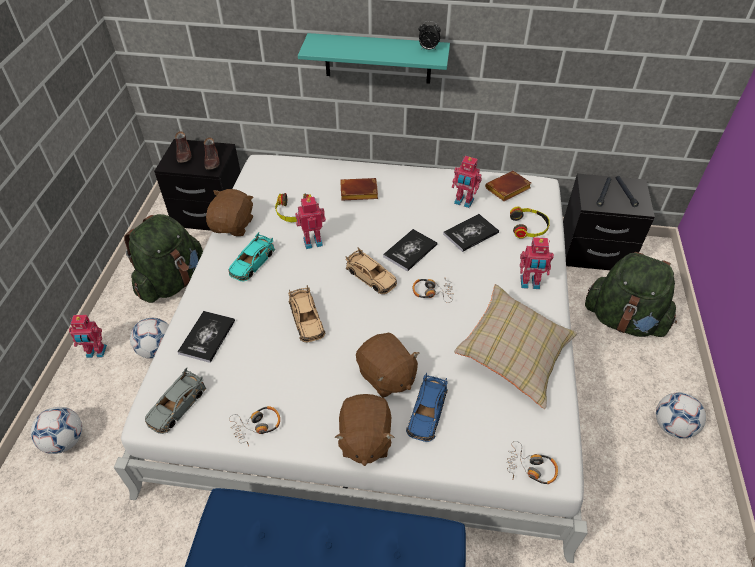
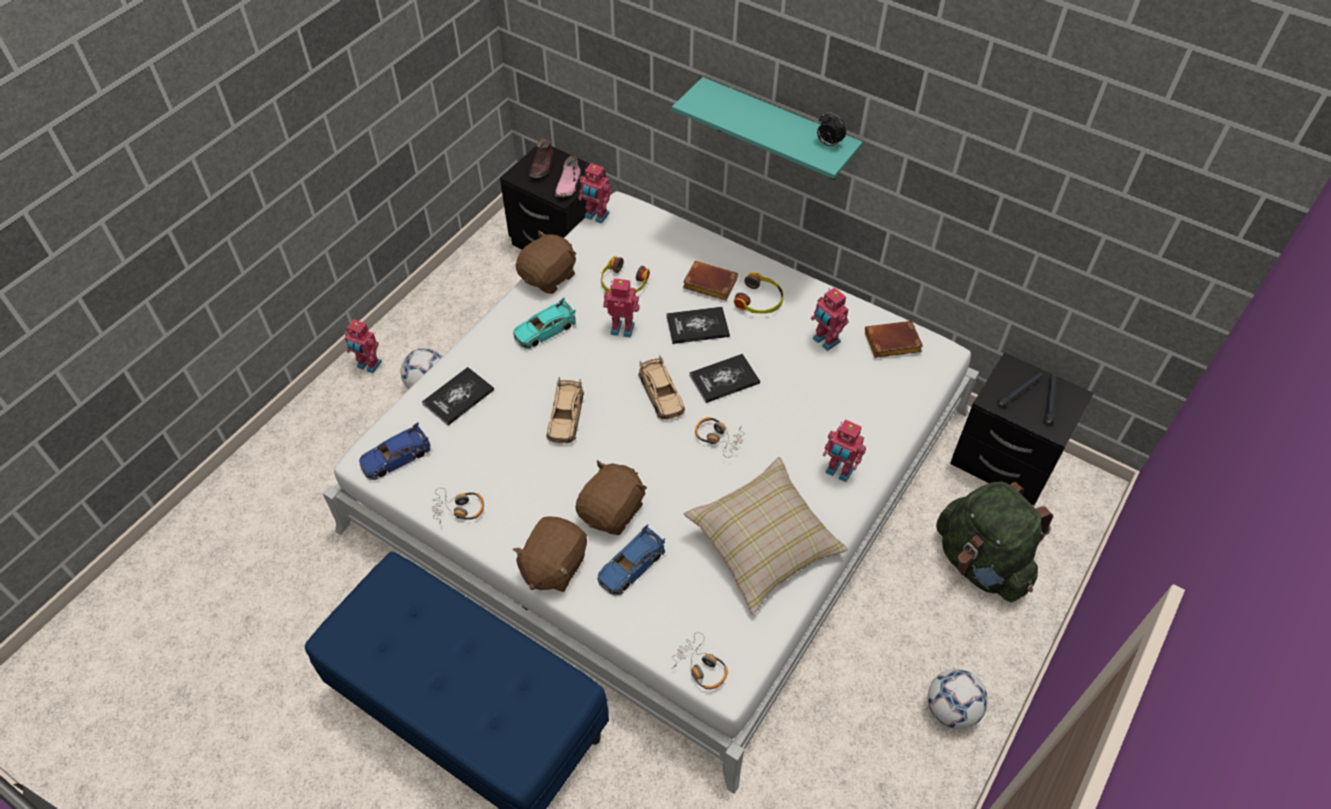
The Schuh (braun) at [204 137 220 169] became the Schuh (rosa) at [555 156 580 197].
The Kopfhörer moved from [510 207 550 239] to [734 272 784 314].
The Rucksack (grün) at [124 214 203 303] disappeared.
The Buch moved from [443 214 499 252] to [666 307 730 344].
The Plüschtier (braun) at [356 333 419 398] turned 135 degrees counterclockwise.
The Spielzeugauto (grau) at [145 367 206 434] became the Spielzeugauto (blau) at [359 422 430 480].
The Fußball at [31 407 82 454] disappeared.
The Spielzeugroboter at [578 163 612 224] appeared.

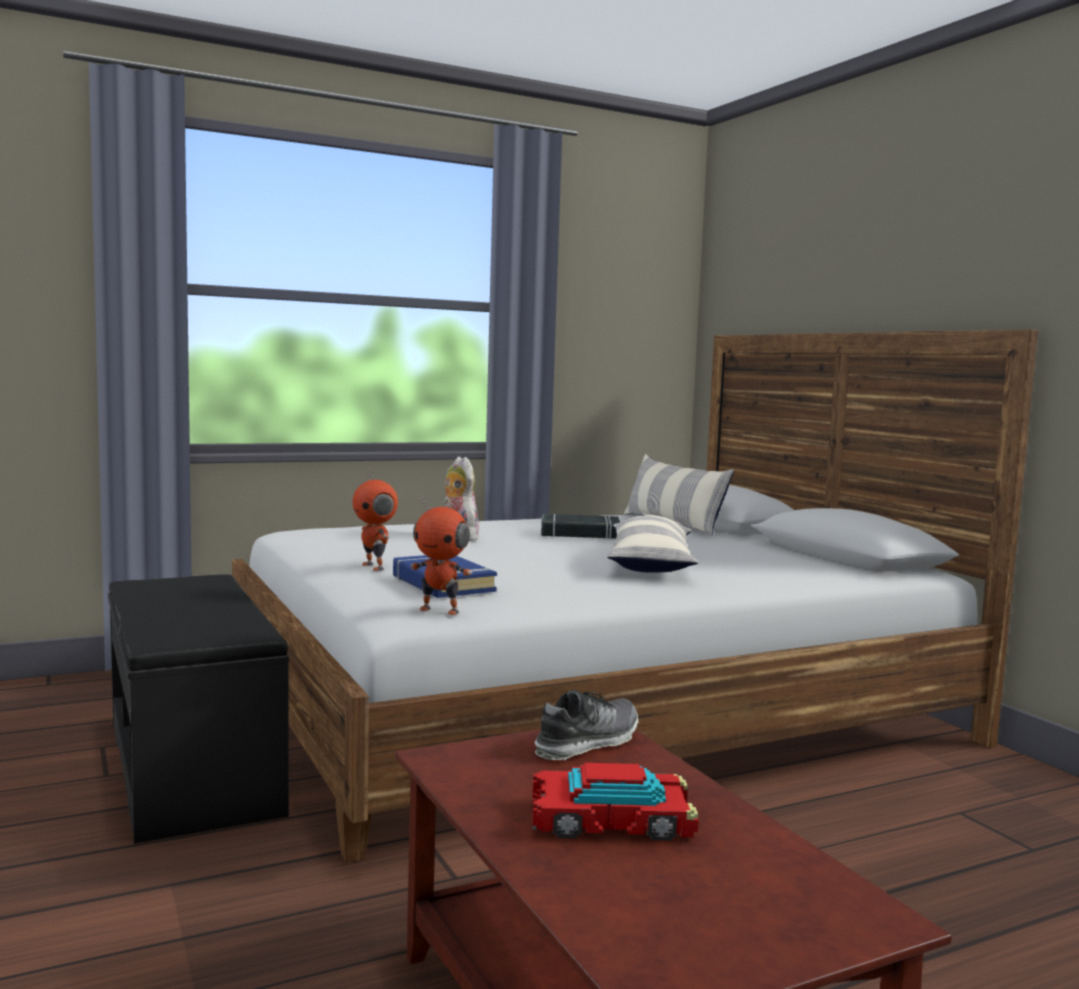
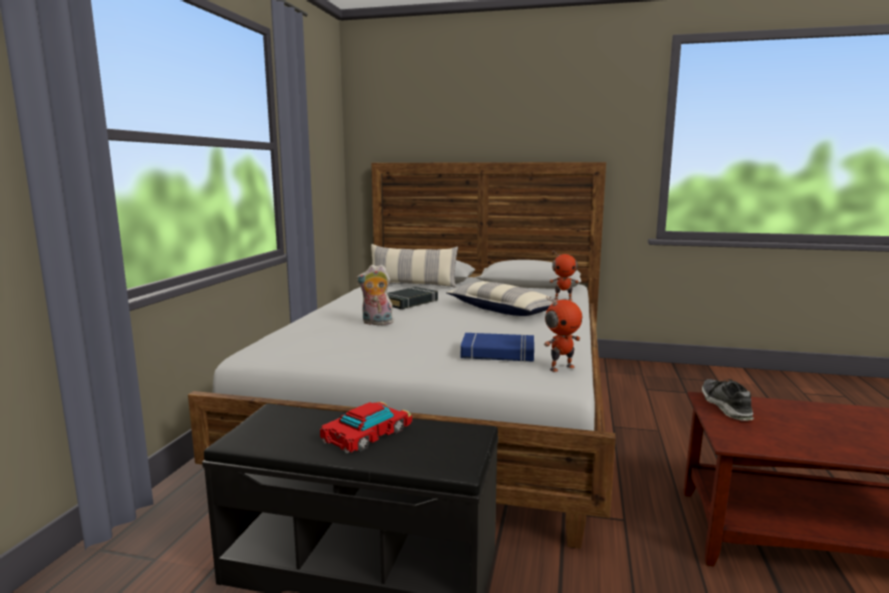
The Spielzeugroboter moved from [352 470 398 571] to [549 251 579 301].
The Spielzeugauto moved from [532 763 699 841] to [320 402 412 454].

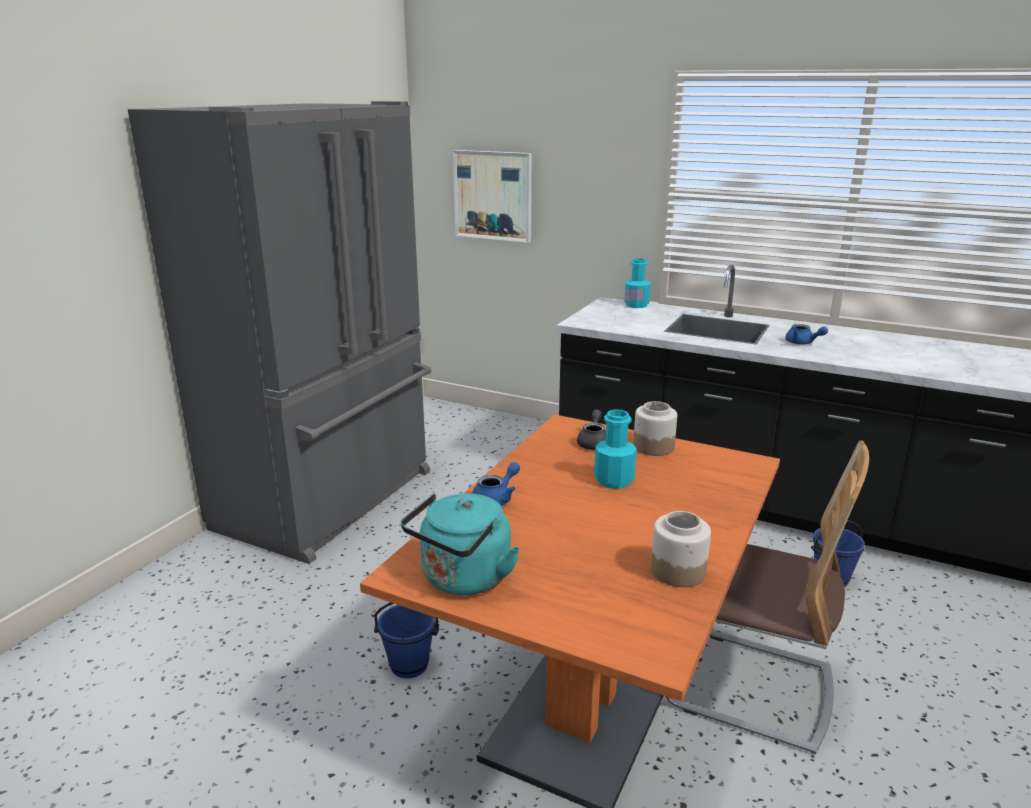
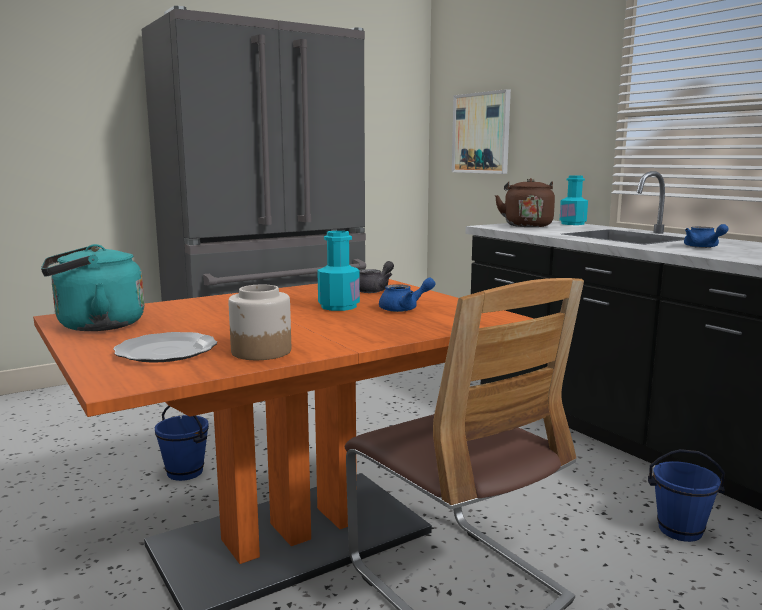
The Vorratsglas at [633 401 677 456] disappeared.
The Teekanne (blau) moved from [472 462 520 506] to [379 278 435 312].
The Wasserkessel (braun) at [495 178 555 227] appeared.
The Teller at [113 332 217 362] appeared.

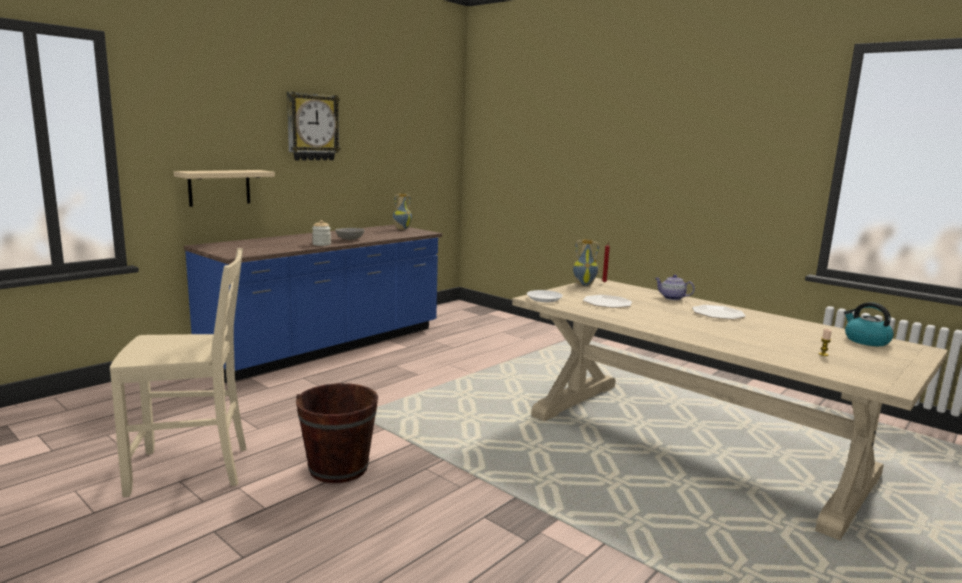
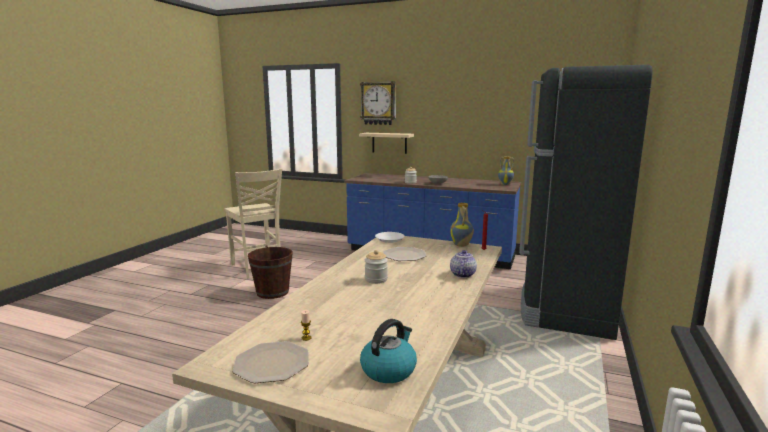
The Wanduhr moved from [287 92 341 160] to [360 81 396 125].
The Teller moved from [692 305 746 320] to [232 341 309 383].
The Kühlschrank (schwarz) at [519 65 652 340] appeared.
The Vorratsglas at [365 250 388 284] appeared.

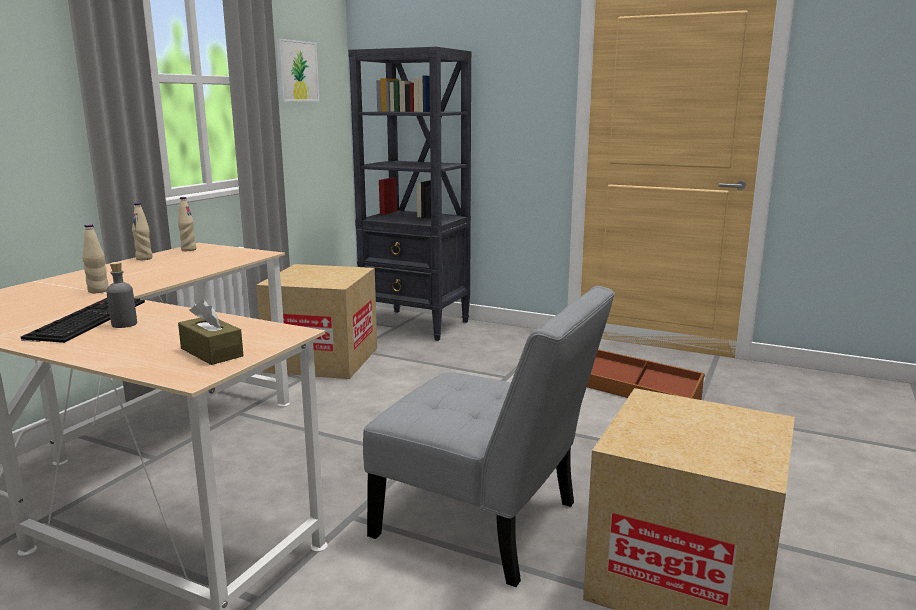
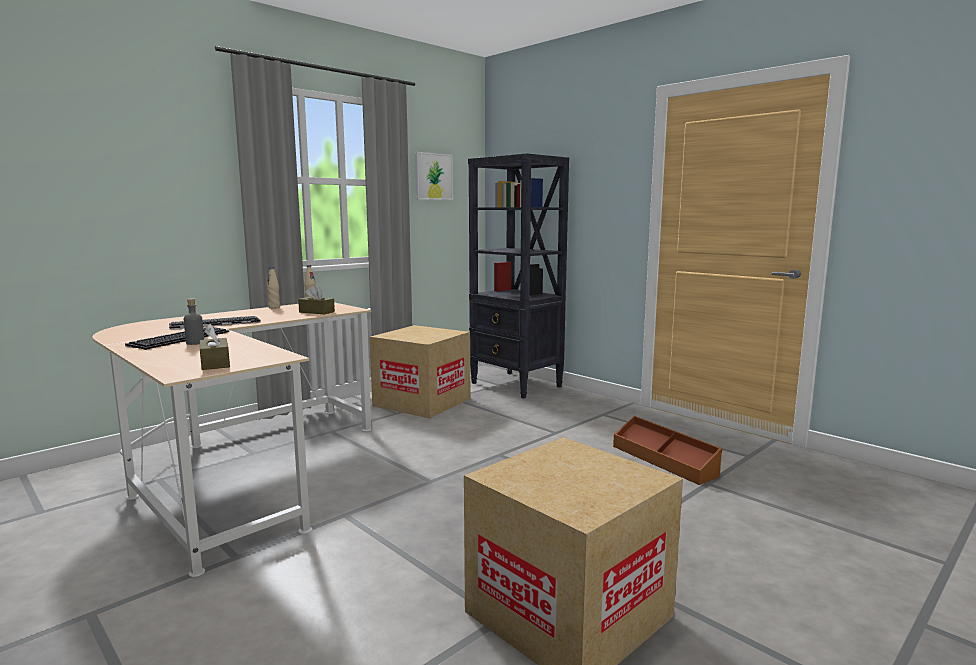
The Flasche (beige) at [83 224 108 293] was replaced by the Tastatur at [169 316 261 330].
The Stuhl (grau) at [363 286 615 587] disappeared.
The Taschentuchbox (braun) at [298 286 335 314] appeared.

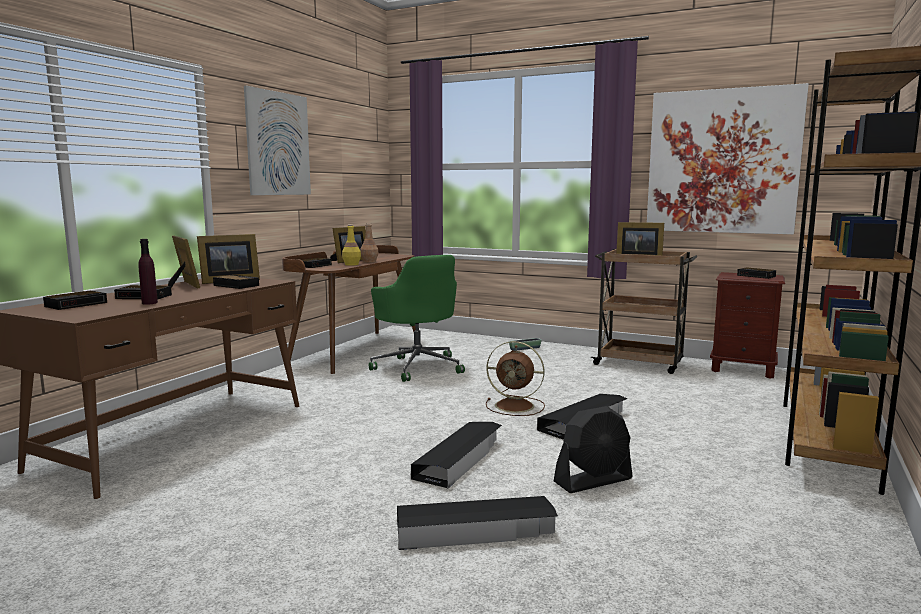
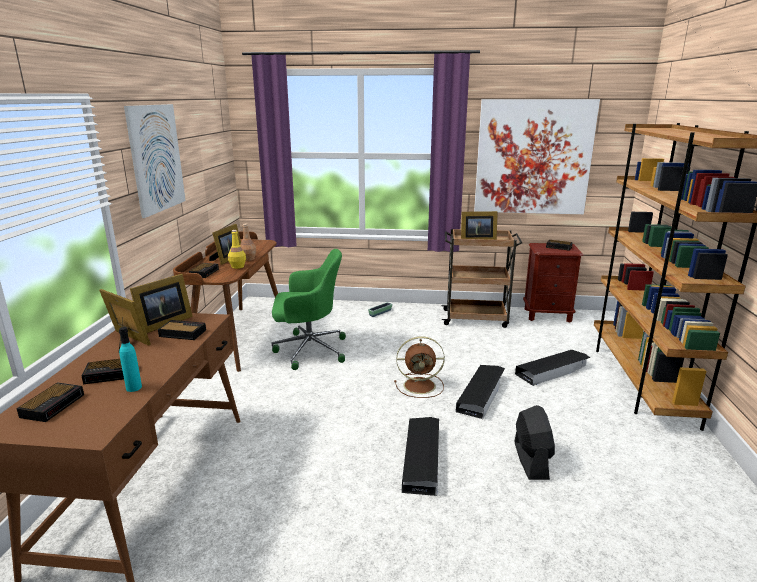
The Flasche (lila) at [138 239 158 305] became the Flasche (türkis) at [119 327 142 392].
The Bürostuhl (grün) at [369 255 465 382] turned 45 degrees counterclockwise.
The Ventilator (schwarz) at [554 406 633 493] turned 45 degrees counterclockwise.
The Aufbewahrungsbox (schwarz) moved from [397 496 558 550] to [515 350 590 386].

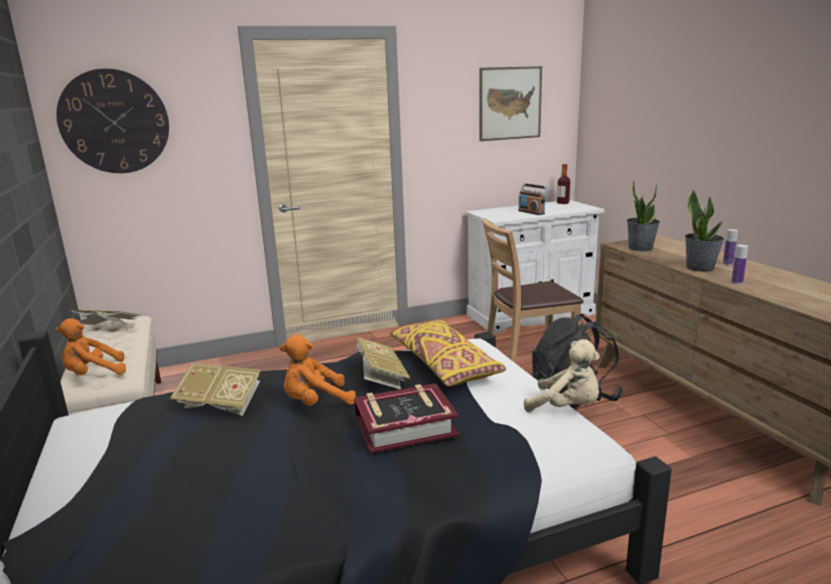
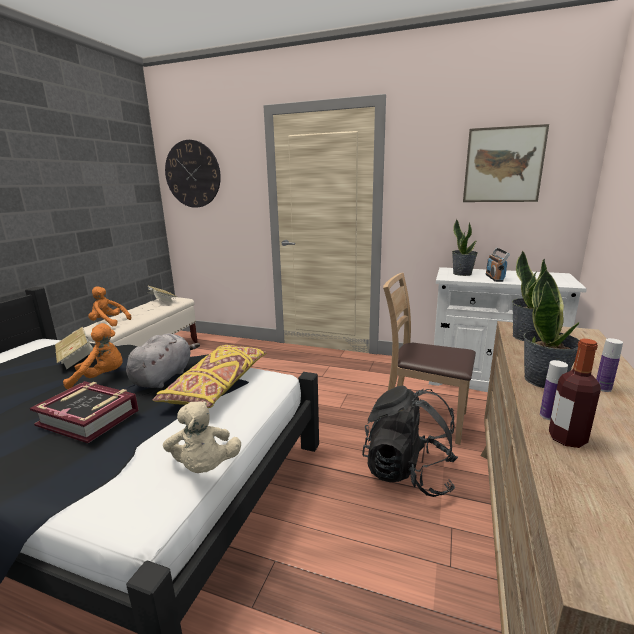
The Flasche moved from [557 164 570 204] to [549 339 601 448].
The Plüschtier (orange) at [279 335 356 406] turned 150 degrees clockwise.
The Buch at [356 336 410 389] was replaced by the Plüschtier (grau) at [126 333 200 388].
The Topfpflanze at [452 219 478 276] appeared.

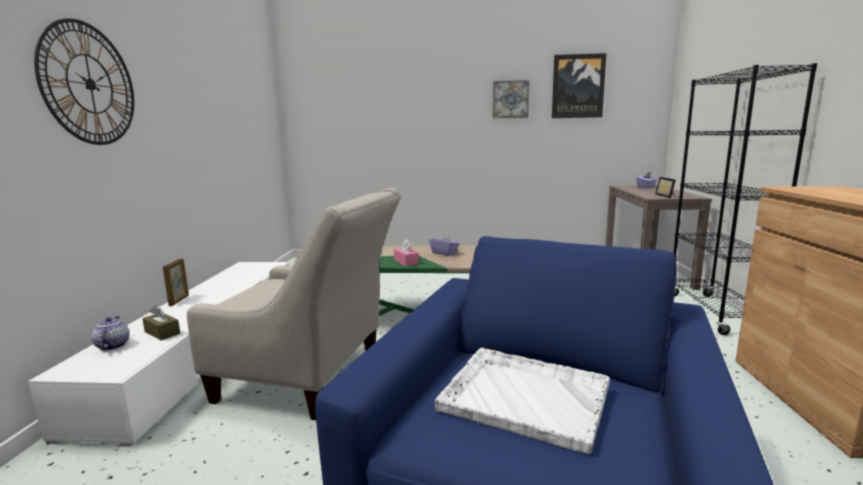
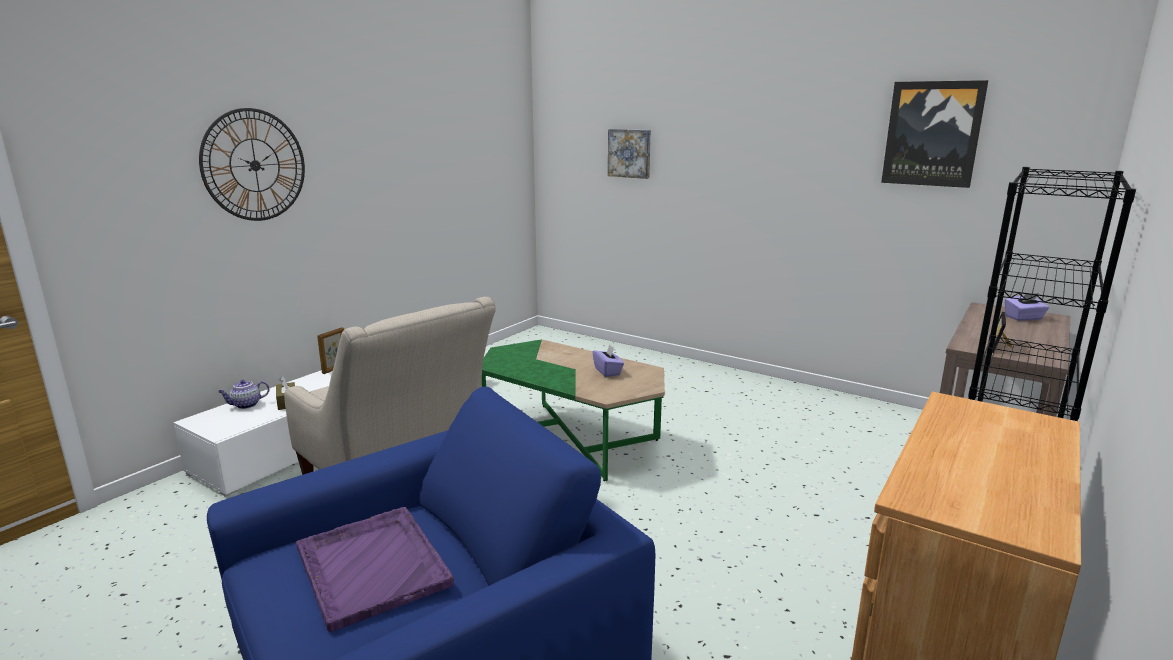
The Bild moved from [493 80 530 118] to [608 129 651 179].
The Taschentuchbox (rosa) at [394 239 419 266] disappeared.
The Teekanne at [91 316 130 351] turned 135 degrees counterclockwise.
The Tablett (weiß) at [435 348 610 454] became the Tablett (lila) at [296 507 454 632].

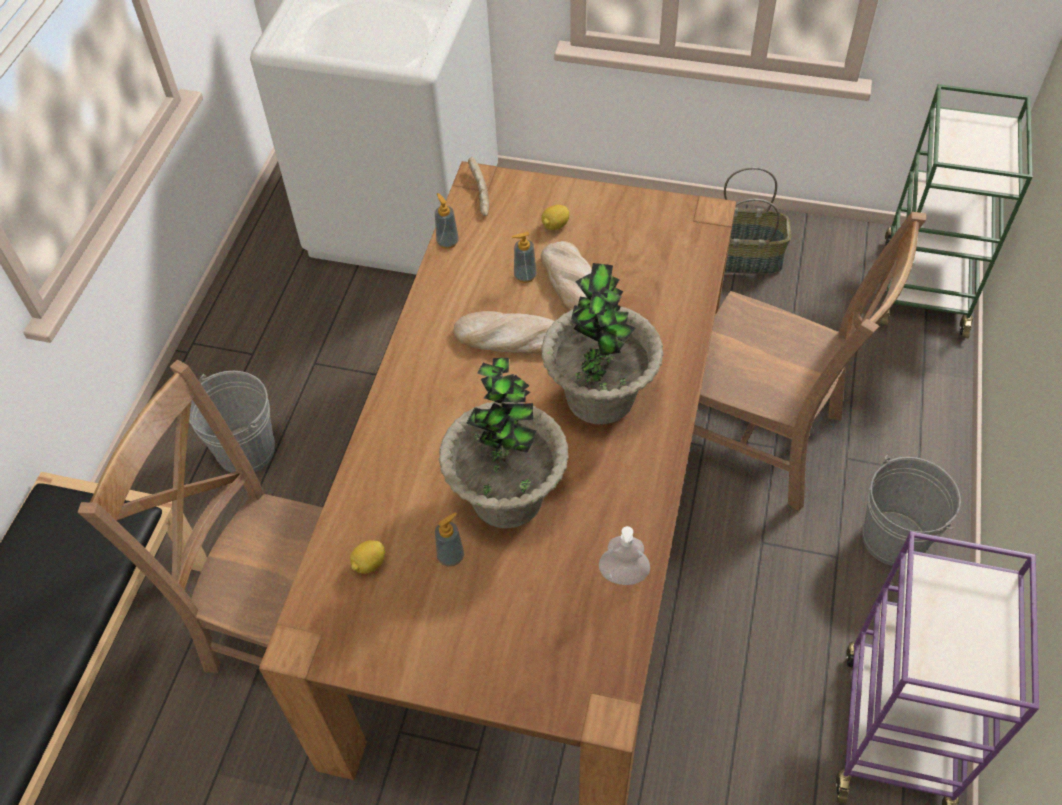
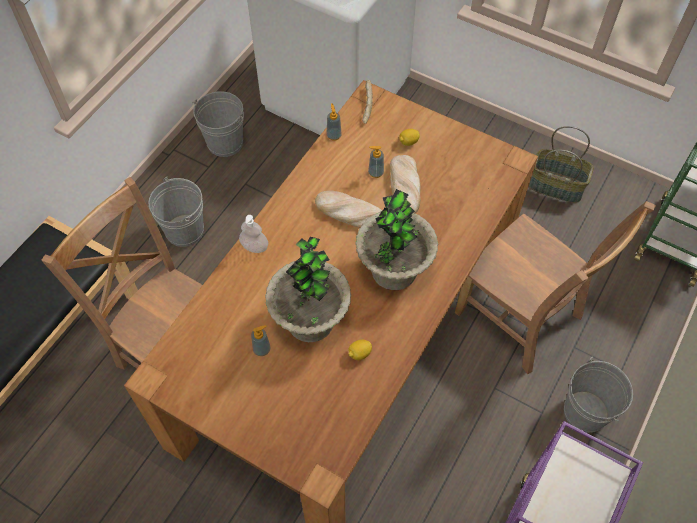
The Seifenspender moved from [599 526 650 585] to [239 215 269 253].
The Zitrone moved from [350 540 385 574] to [348 340 372 360].
The Eimer (grau) at [192 91 244 157] appeared.

